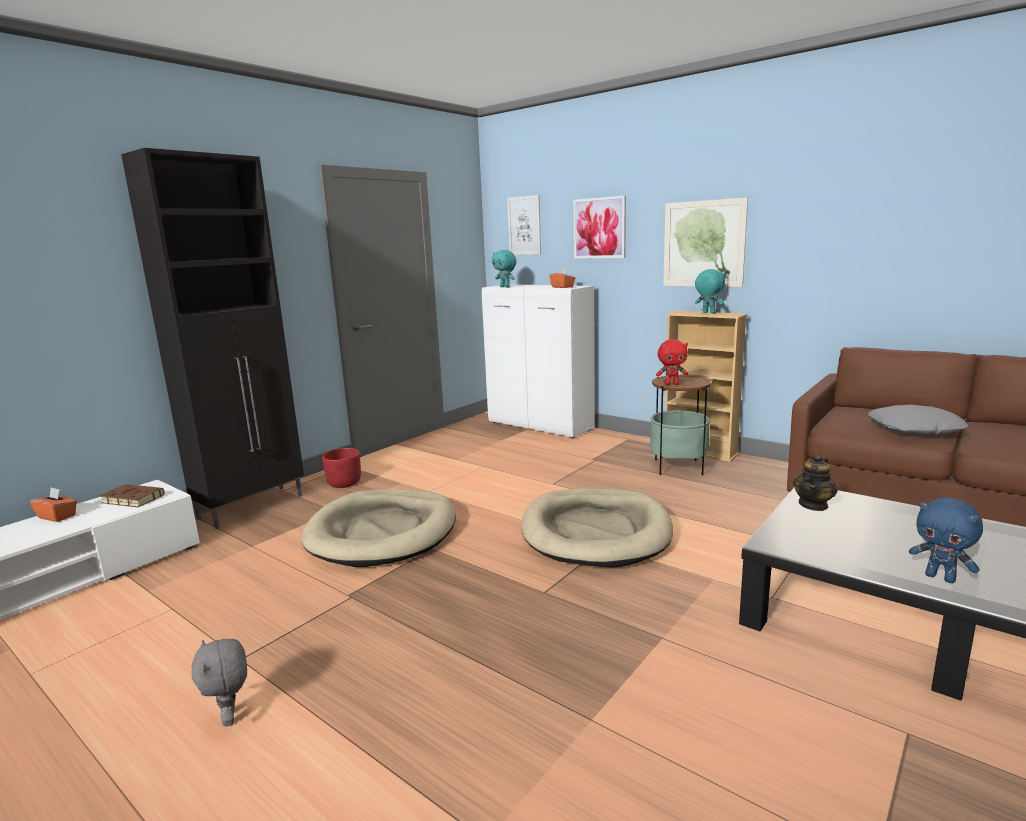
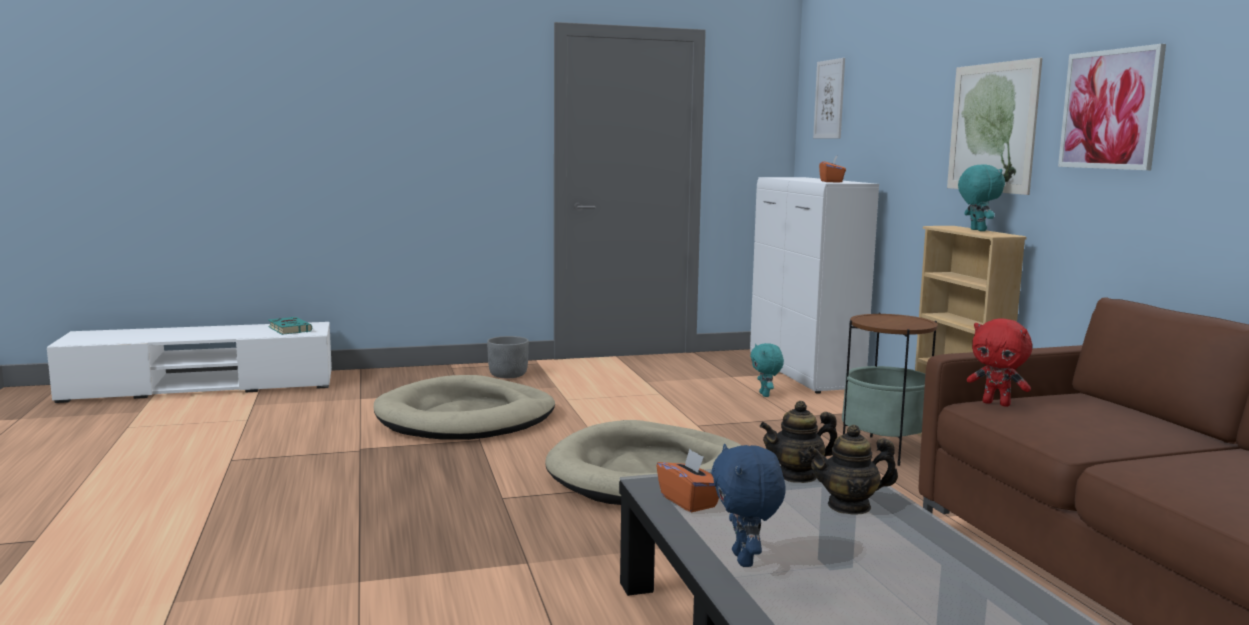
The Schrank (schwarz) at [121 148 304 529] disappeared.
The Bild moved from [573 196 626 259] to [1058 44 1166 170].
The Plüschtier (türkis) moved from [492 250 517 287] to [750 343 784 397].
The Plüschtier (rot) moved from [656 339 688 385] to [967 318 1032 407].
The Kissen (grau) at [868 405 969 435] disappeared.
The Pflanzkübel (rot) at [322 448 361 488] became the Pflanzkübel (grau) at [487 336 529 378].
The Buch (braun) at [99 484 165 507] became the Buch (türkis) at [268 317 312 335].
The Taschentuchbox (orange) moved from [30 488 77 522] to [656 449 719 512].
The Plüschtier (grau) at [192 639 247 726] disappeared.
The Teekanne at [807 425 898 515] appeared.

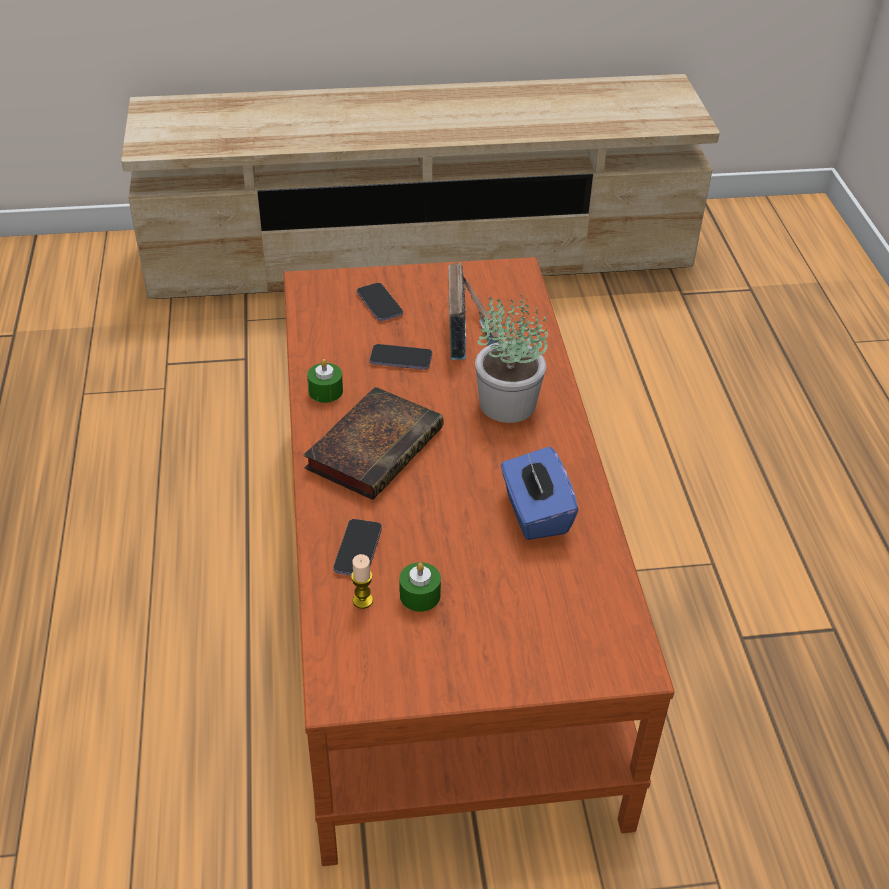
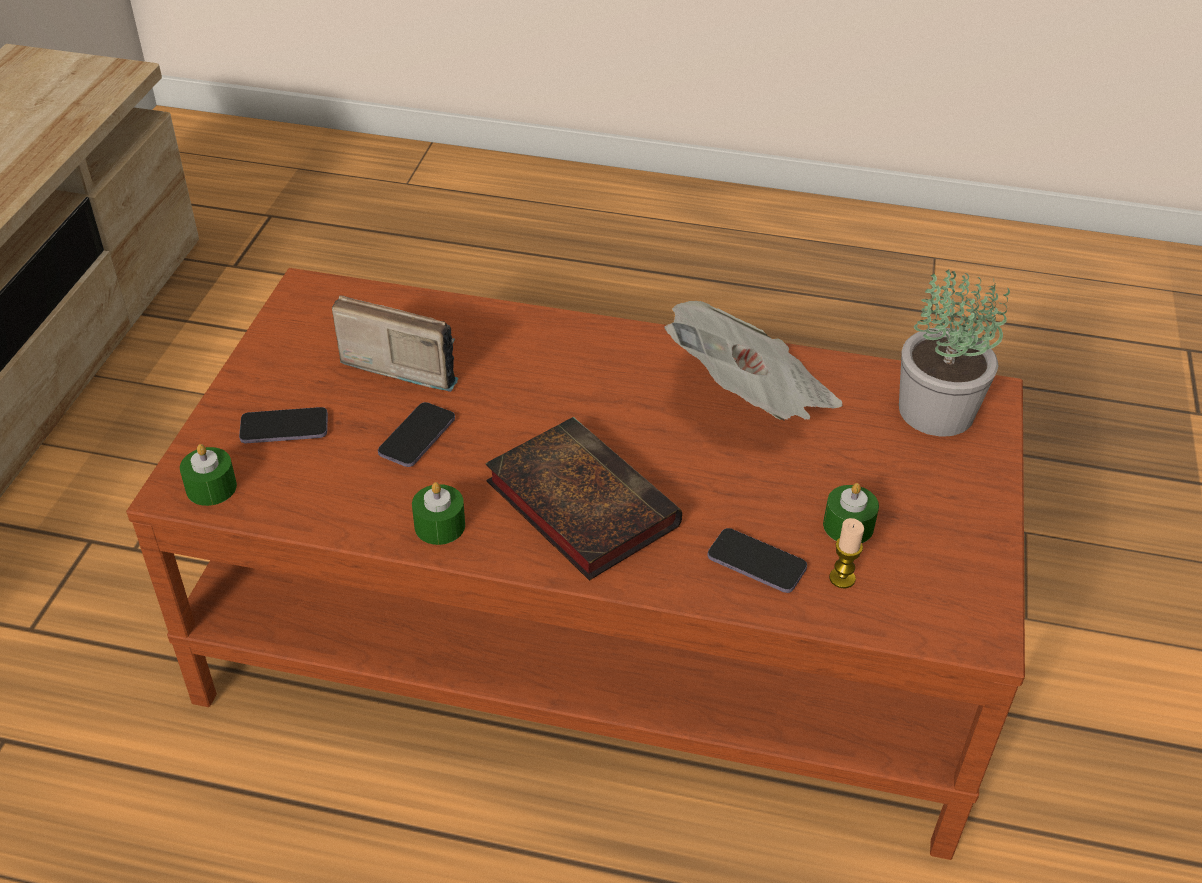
The Topfpflanze moved from [475 295 548 423] to [899 269 1010 436].
The Taschentuchbox (blau) at [501 447 578 540] was replaced by the Zeitung at [664 301 842 421].
The Kerze (grün) at [180 444 237 506] appeared.

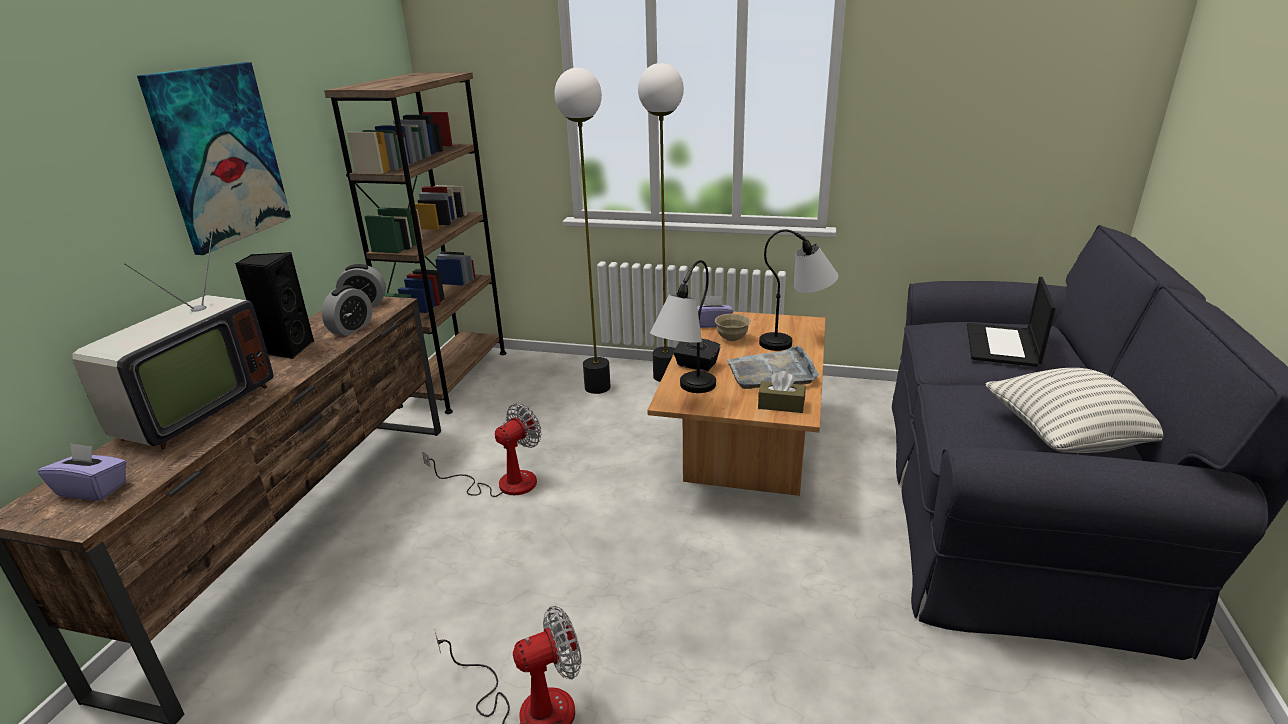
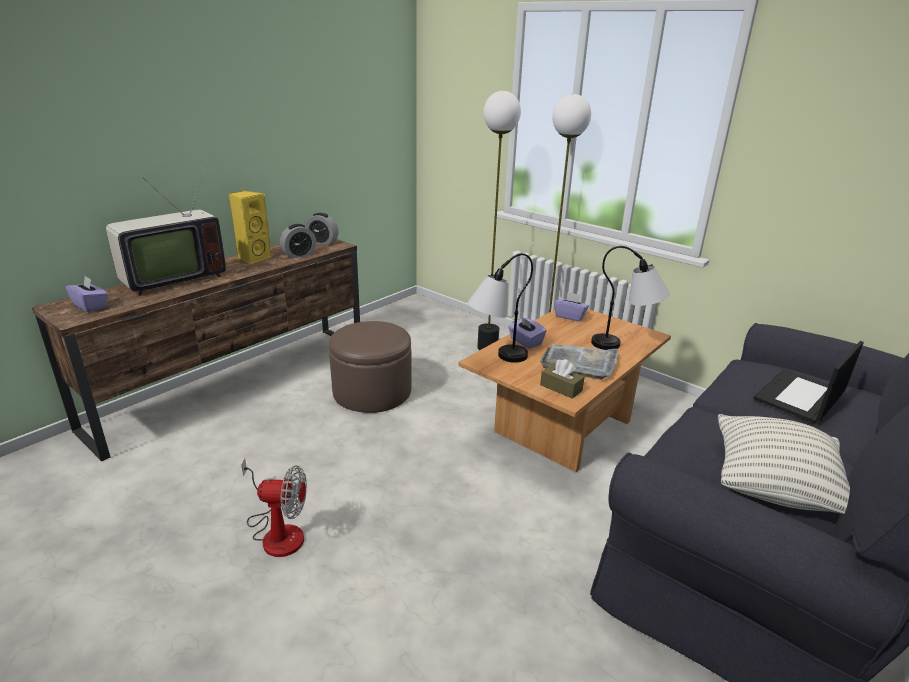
The Bild at [137 62 291 255] disappeared.
The Bücherregal (braun) at [324 72 507 414] disappeared.
The Lautsprecher (schwarz) at [235 252 314 359] became the Lautsprecher (gelb) at [229 190 272 264].
The Schüssel (beige) at [715 314 750 341] disappeared.
The Taschentuchbox (schwarz) at [673 338 720 371] became the Taschentuchbox (lila) at [508 317 546 349].
The Ventilator at [422 404 542 497] was replaced by the Polsterhocker (braun) at [329 321 412 413].

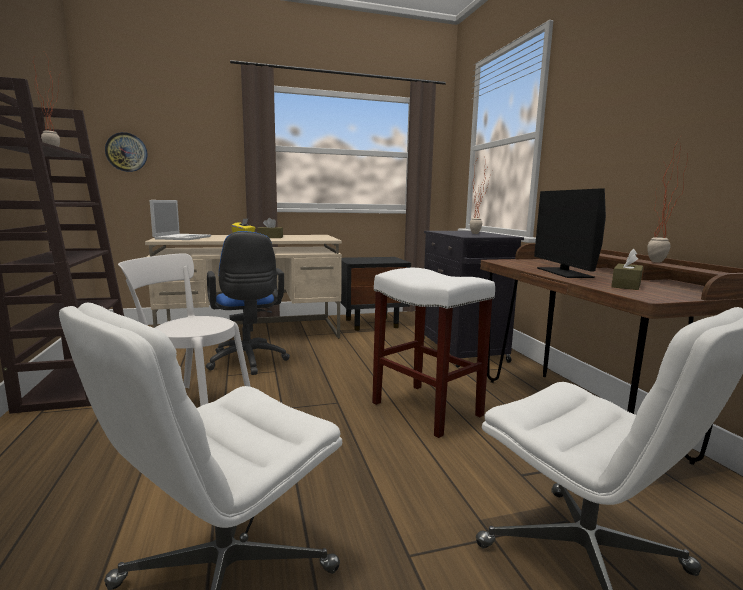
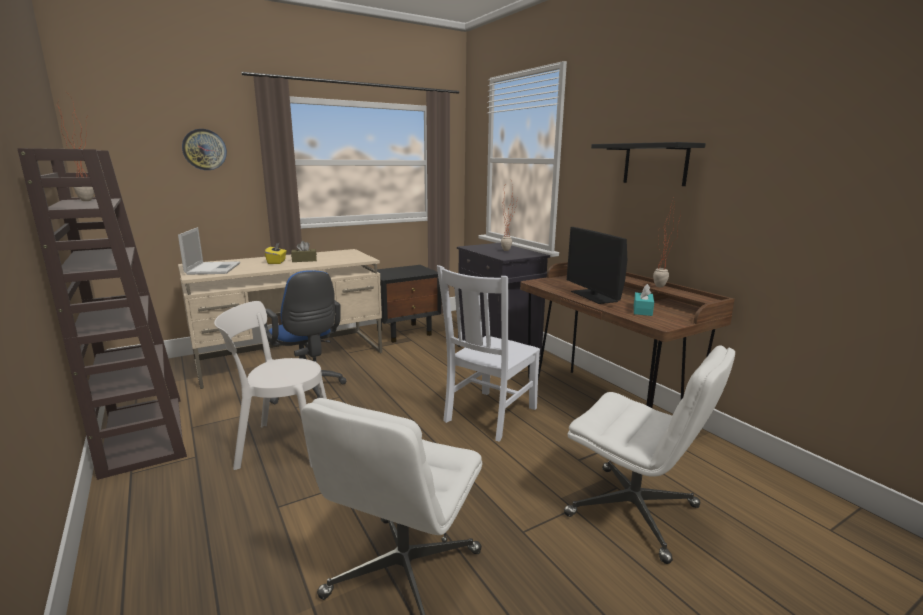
The Wanduhr moved from [105 132 147 172] to [182 129 227 170].
The Taschentuchbox (braun) at [611 248 643 290] became the Taschentuchbox (türkis) at [634 284 654 316].
The Hocker (weiß) at [372 268 495 438] was replaced by the Stuhl (weiß) at [437 265 540 441].
The Wandregal (schwarz) at [591 142 706 186] appeared.

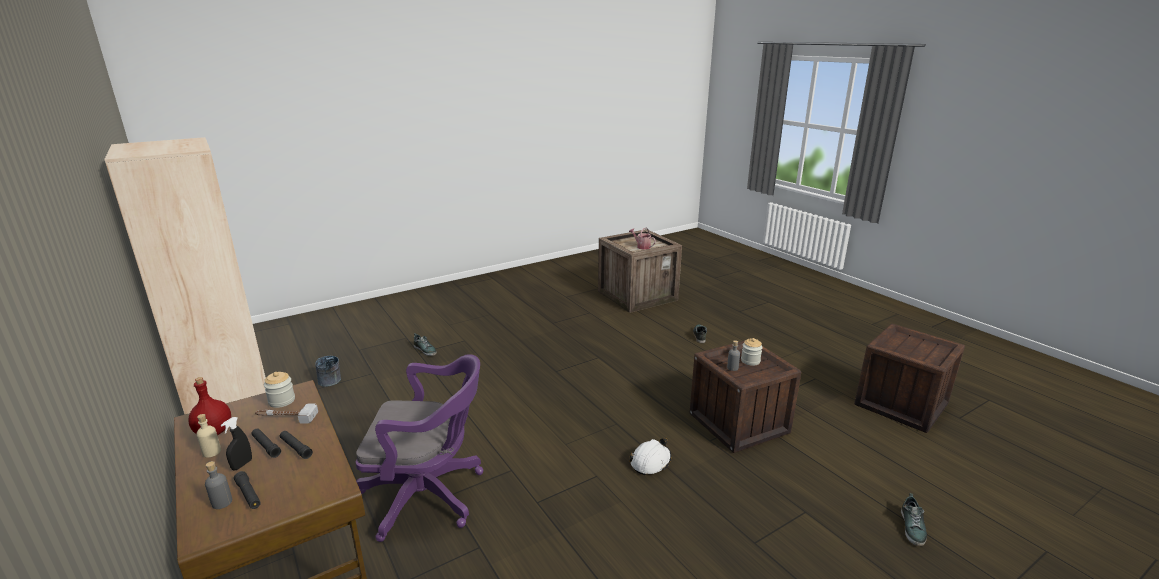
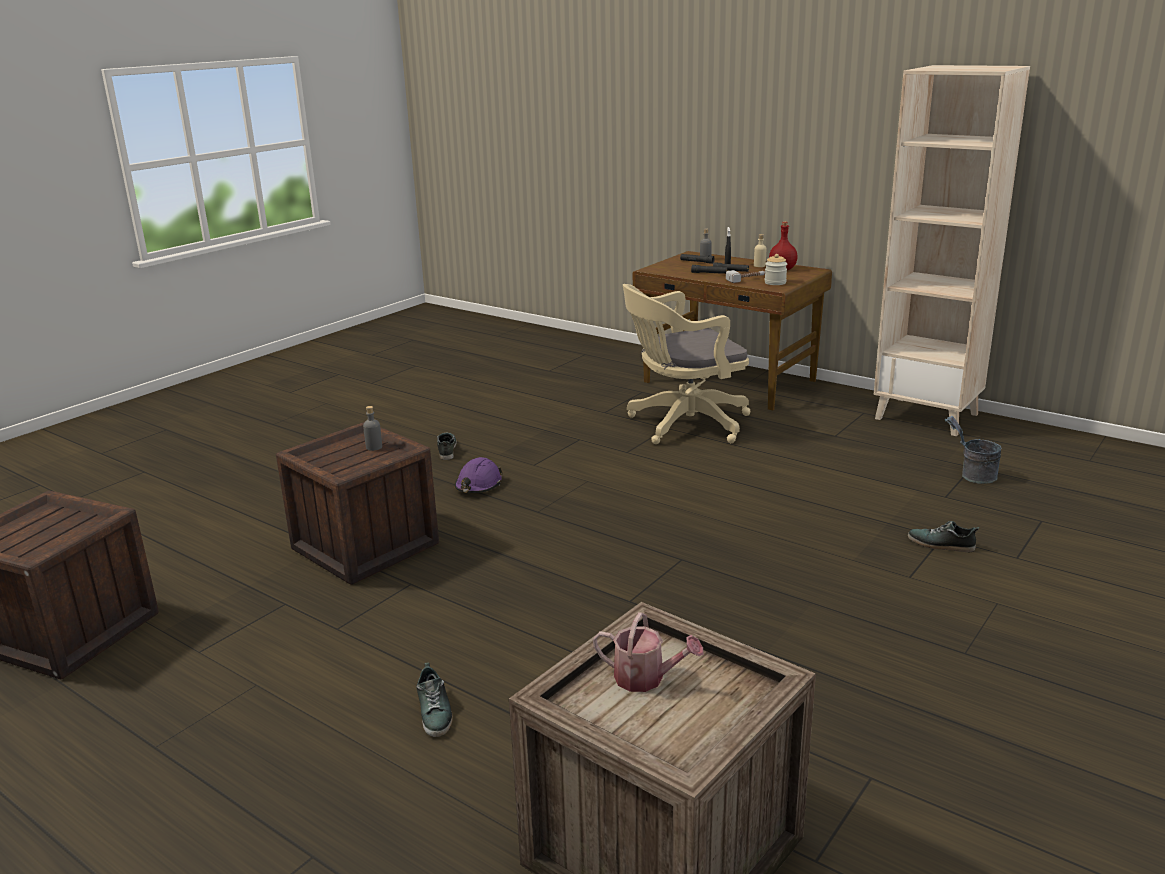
The Vorratsglas at [741 338 763 366] disappeared.
The Bürostuhl (lila) at [356 354 483 542] became the Bürostuhl (beige) at [623 284 751 444].
The Schutzhelm (weiß) at [629 438 671 475] became the Schutzhelm (lila) at [455 457 503 493].
The Schuh moved from [901 493 927 546] to [437 433 457 460].

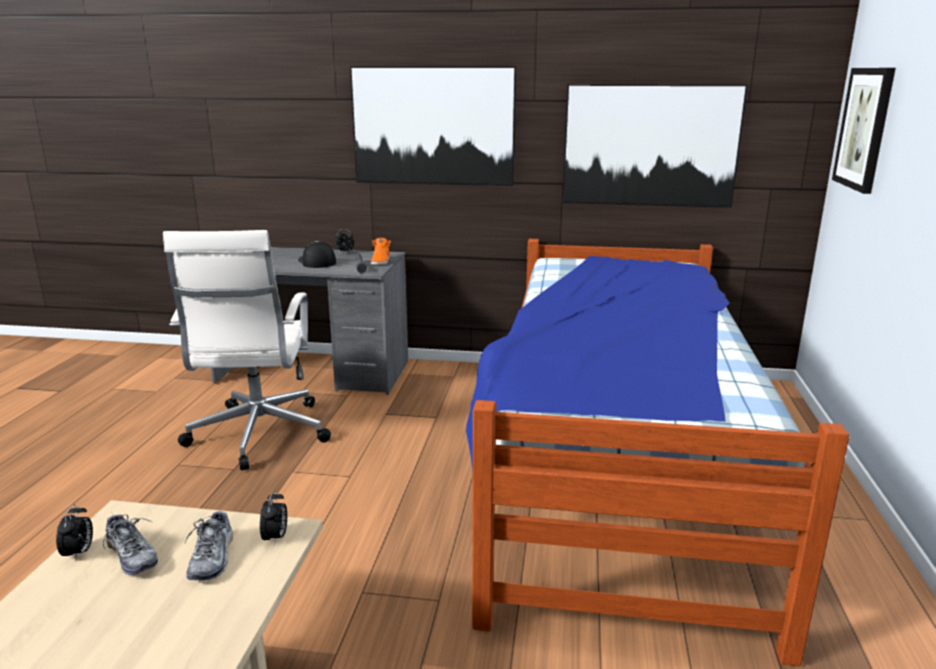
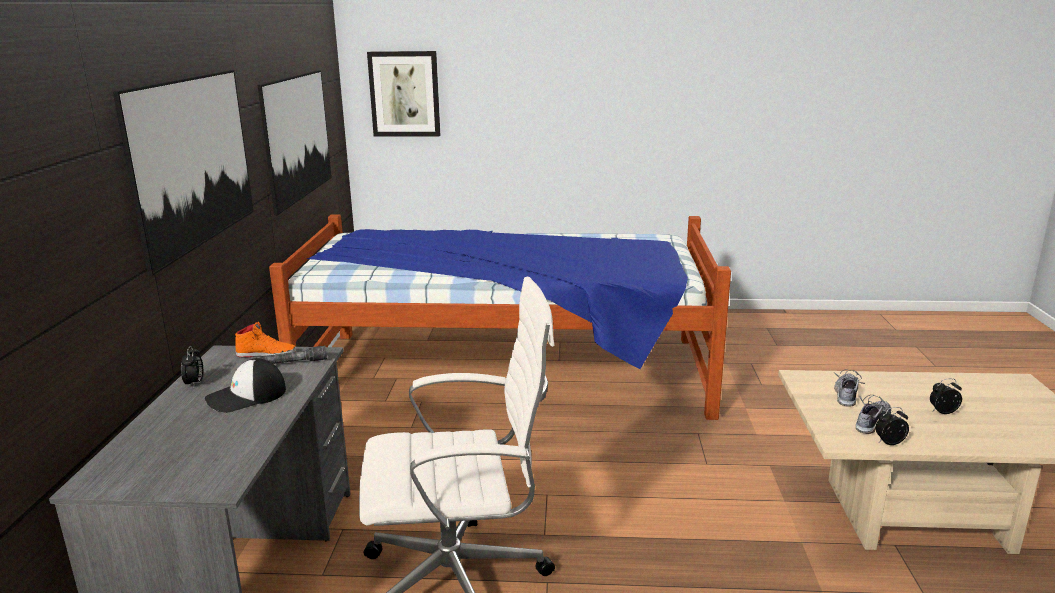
The Wecker moved from [260 490 287 546] to [930 379 962 414].
The Schuh at [185 509 233 580] turned 60 degrees counterclockwise.

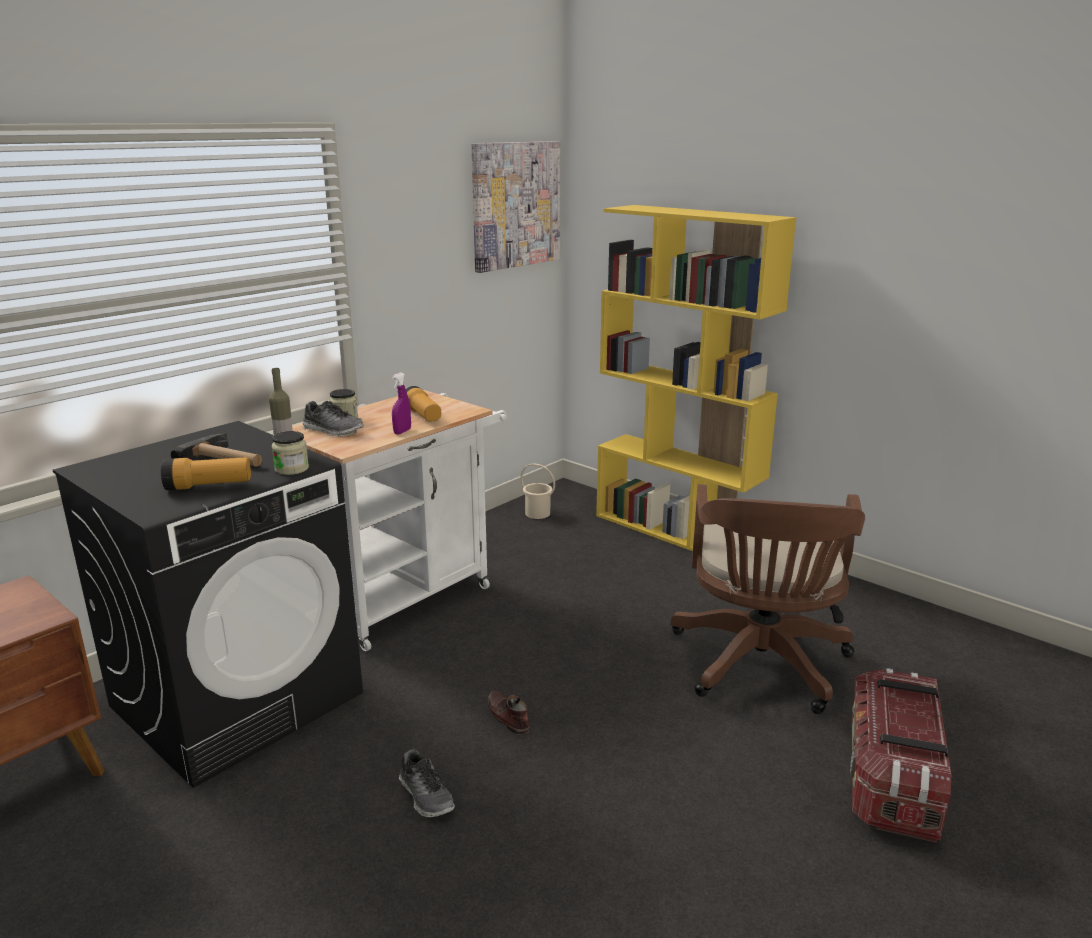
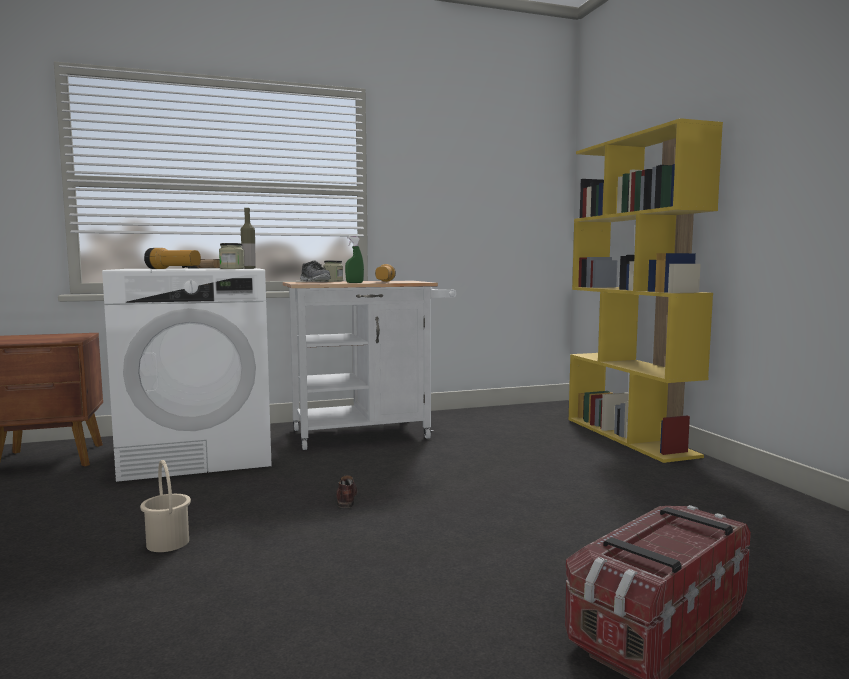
The Bild at [471 141 560 273] disappeared.
The Sprühflasche (lila) at [392 372 411 435] became the Sprühflasche (grün) at [345 236 364 283].
The Waschmaschine (schwarz) at [53 421 363 788] became the Waschmaschine (weiß) at [102 268 271 482].
The Eimer (beige) moved from [520 464 555 519] to [140 460 191 552].
The Bürostuhl (braun) at [671 484 865 714] disappeared.
The Schuh at [399 749 455 817] disappeared.

